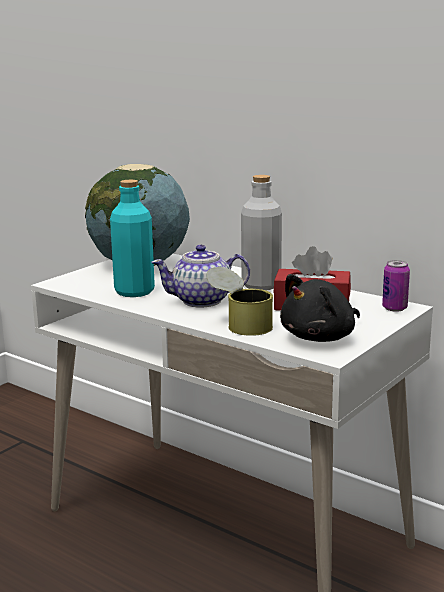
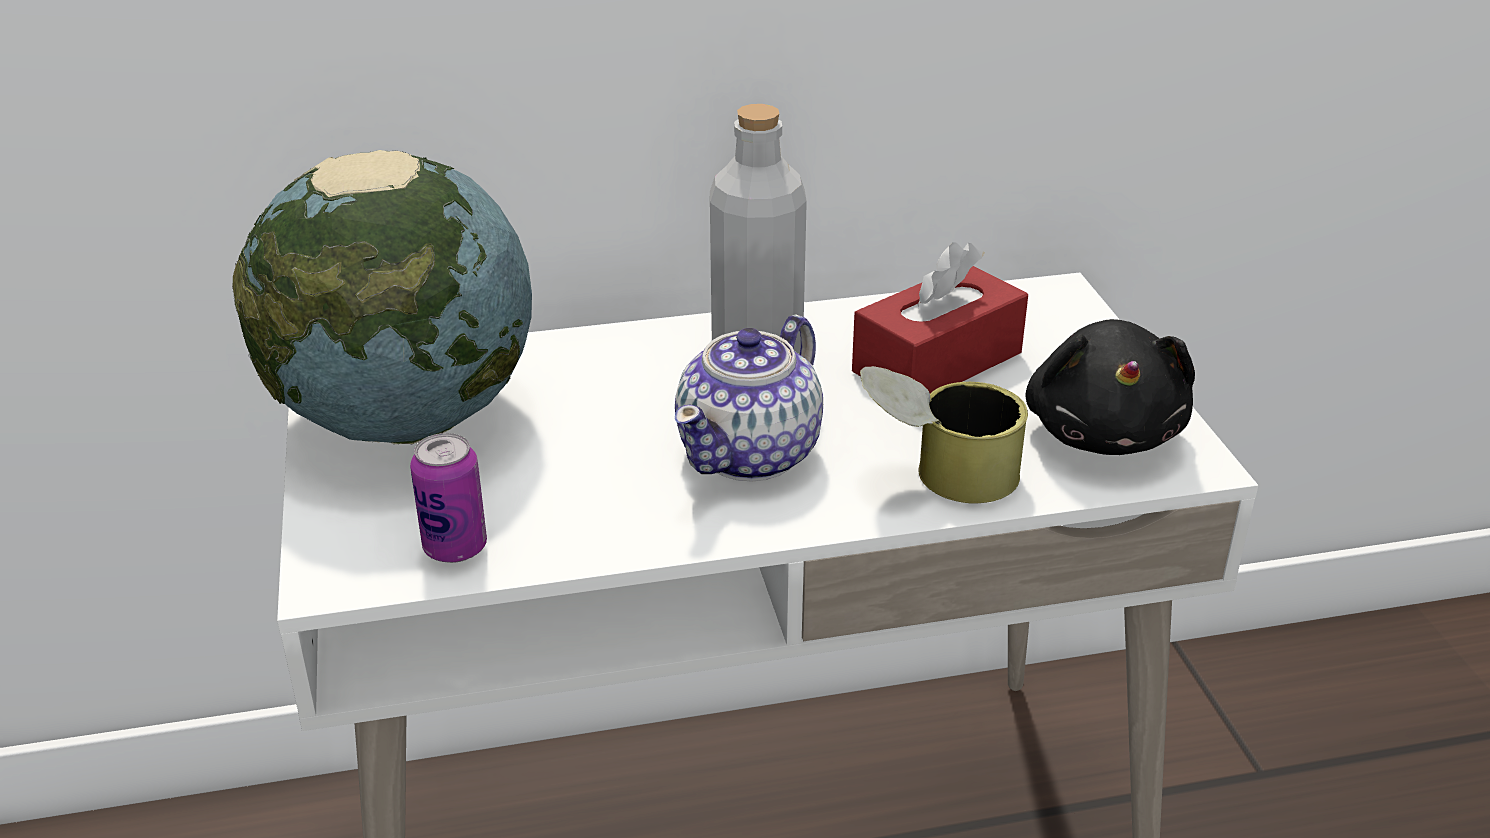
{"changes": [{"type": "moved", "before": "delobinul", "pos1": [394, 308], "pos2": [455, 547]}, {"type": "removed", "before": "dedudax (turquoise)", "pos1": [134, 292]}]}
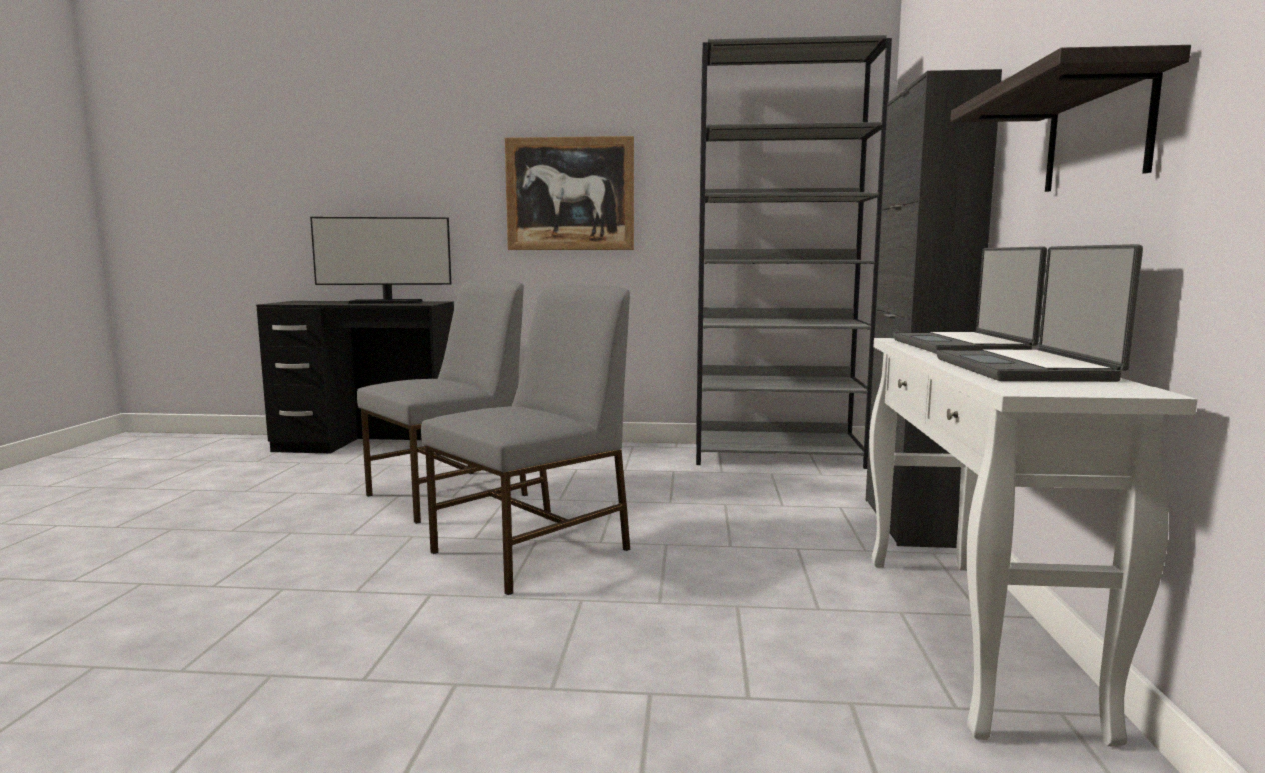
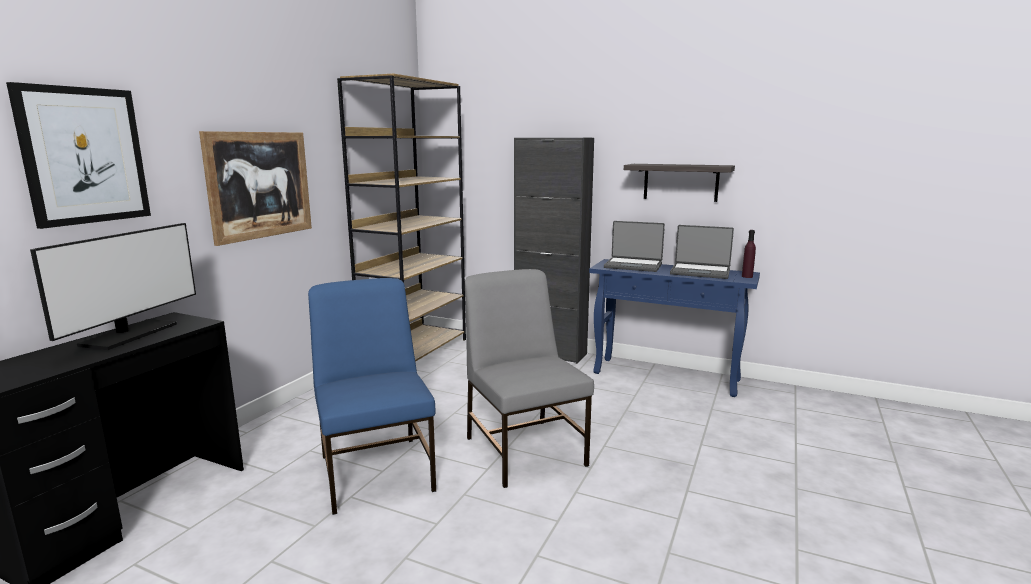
{"changes": [{"type": "added", "after": "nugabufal", "pos2": [84, 156]}, {"type": "recoloured", "before": "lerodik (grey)", "after": "lerodik (blue)", "pos1": [450, 495], "pos2": [377, 471]}, {"type": "recoloured", "before": "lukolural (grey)", "after": "lukolural (brown)", "pos1": [778, 455], "pos2": [415, 351]}, {"type": "recoloured", "before": "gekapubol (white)", "after": "gekapubol (blue)", "pos1": [971, 636], "pos2": [667, 376]}, {"type": "added", "after": "dedudax (purple)", "pos2": [747, 276]}]}
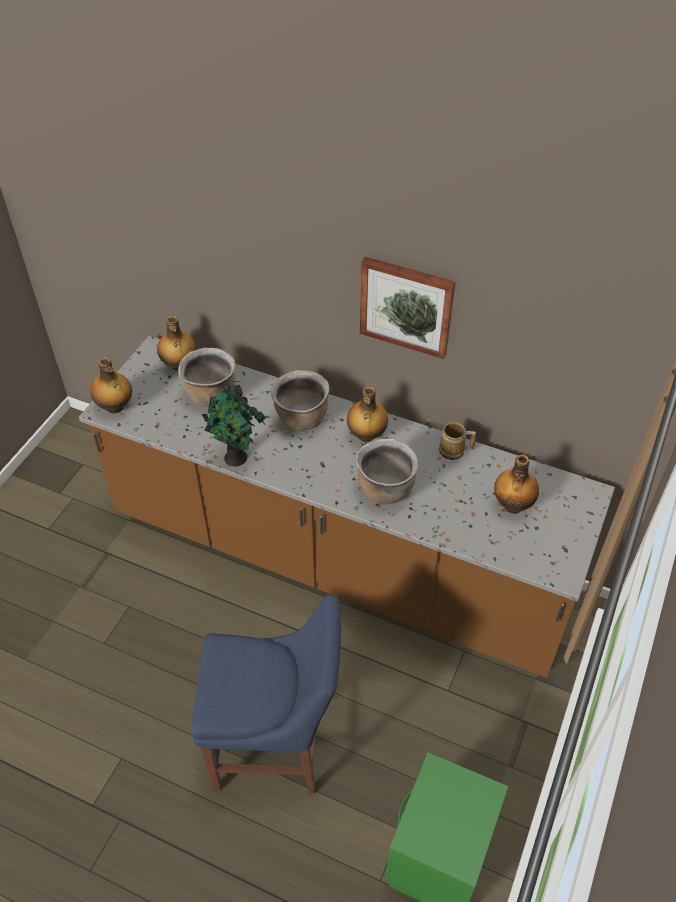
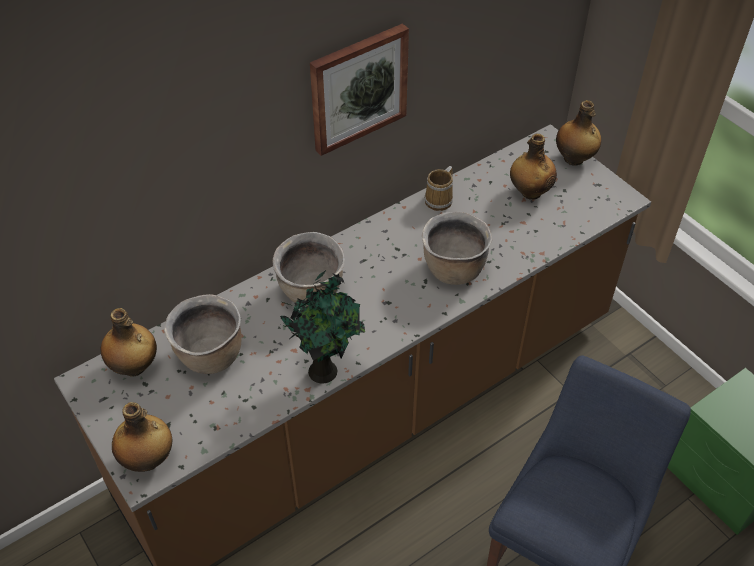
{"changes": [{"type": "moved", "before": "dedudax", "pos1": [366, 435], "pos2": [574, 159]}]}
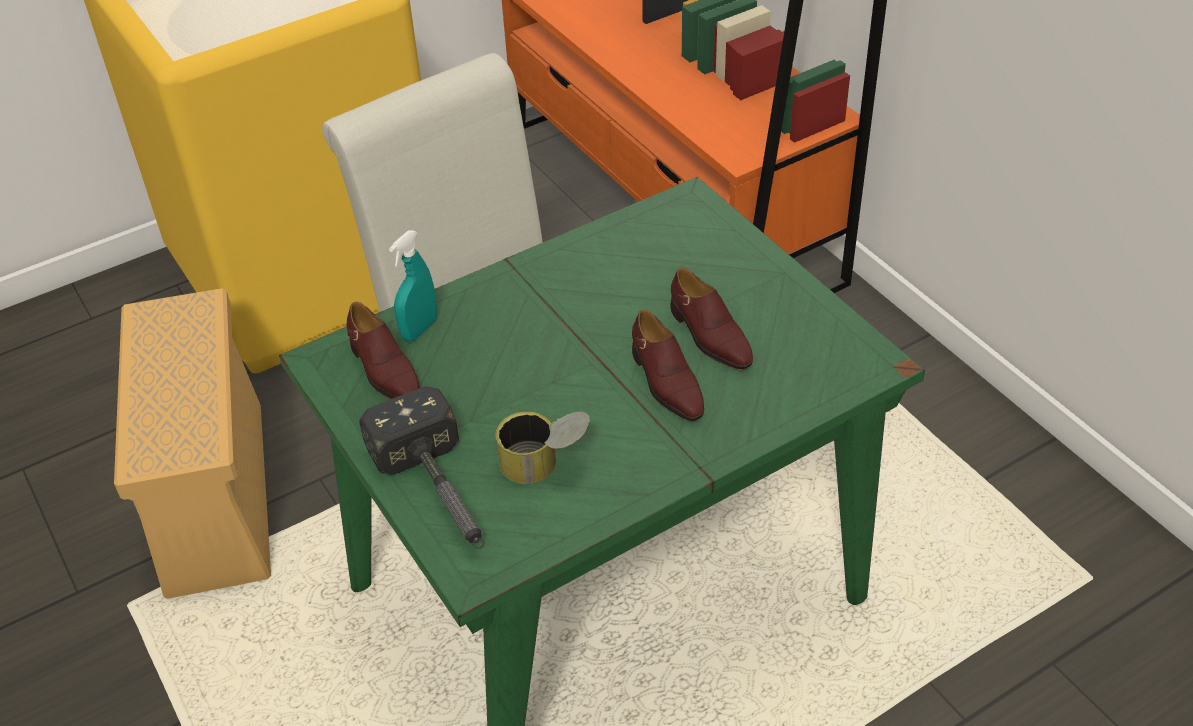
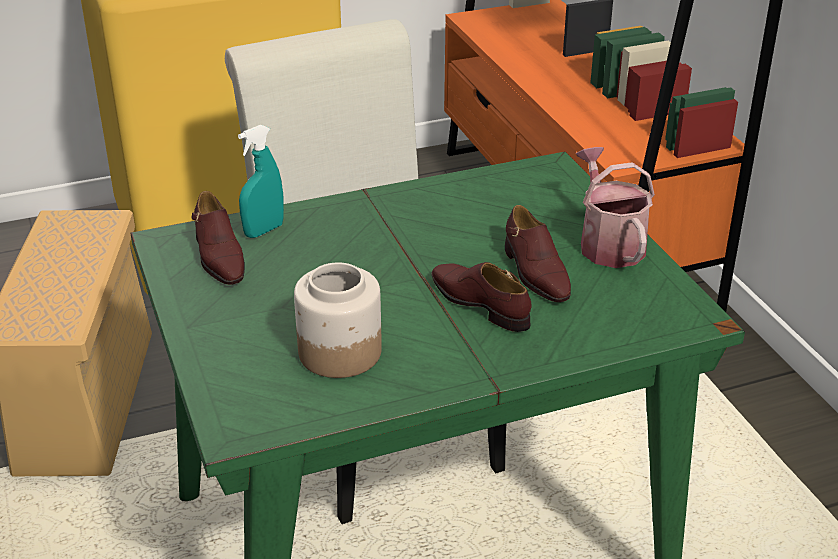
{"changes": [{"type": "replaced", "before": "delobinul", "after": "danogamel", "pos1": [545, 465], "pos2": [338, 352]}, {"type": "turned", "before": "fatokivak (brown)", "pos1": [666, 382], "pos2": [480, 303], "turn": 150}, {"type": "added", "after": "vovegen", "pos2": [608, 243]}, {"type": "removed", "before": "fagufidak", "pos1": [441, 495]}]}
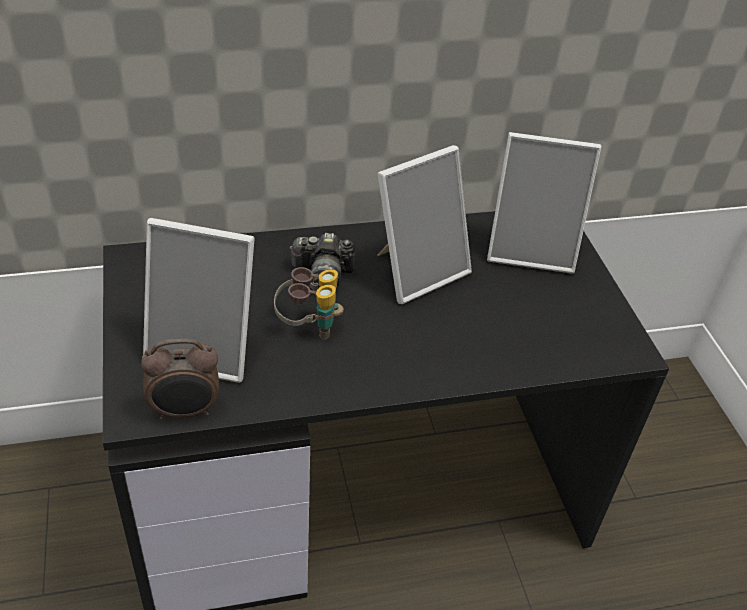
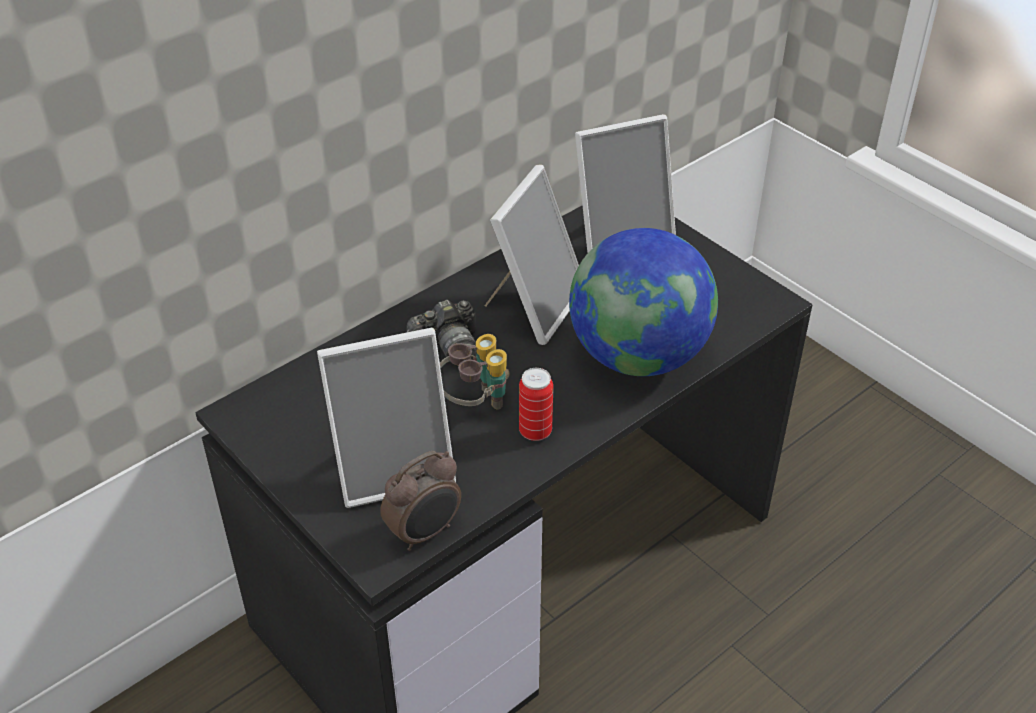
{"changes": [{"type": "added", "after": "delobinul", "pos2": [535, 431]}, {"type": "added", "after": "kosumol", "pos2": [638, 356]}]}
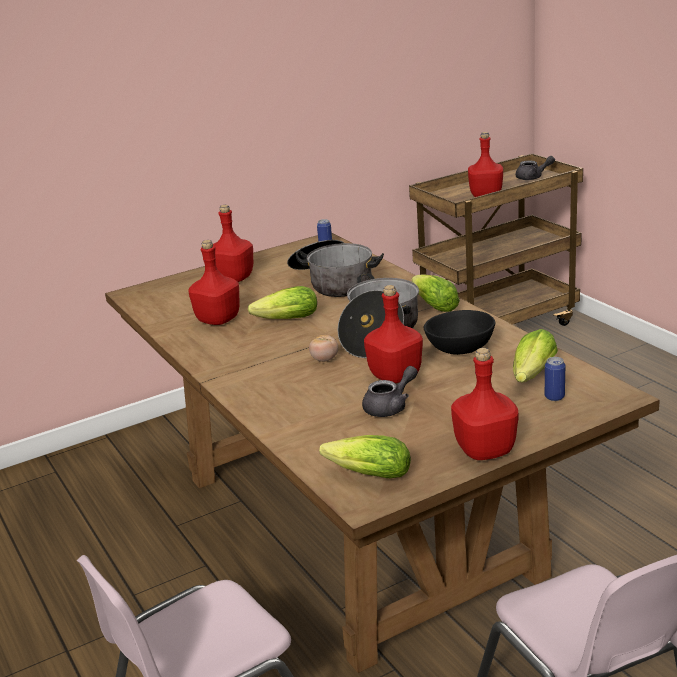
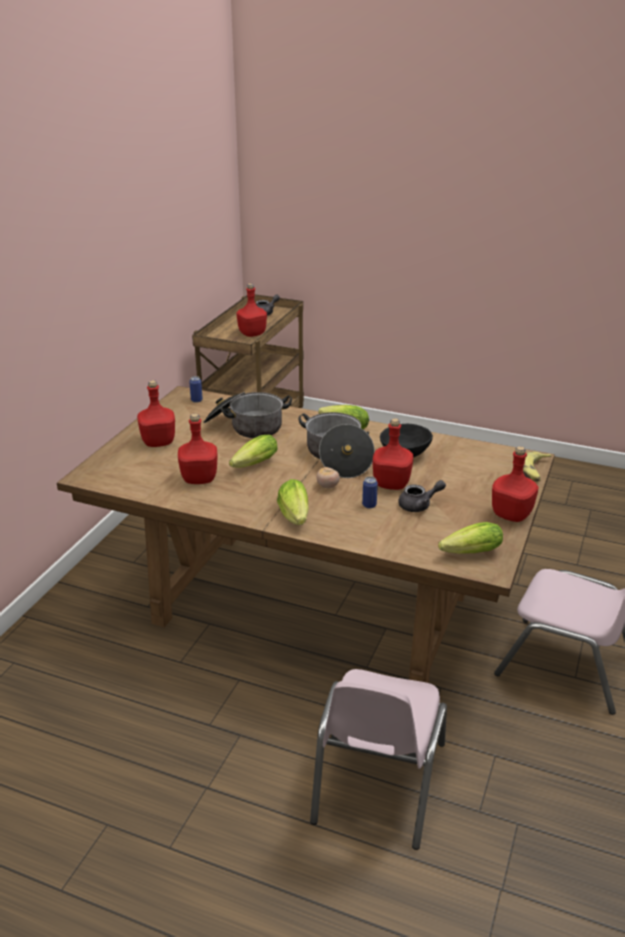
{"changes": [{"type": "moved", "before": "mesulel", "pos1": [531, 376], "pos2": [295, 517]}, {"type": "moved", "before": "delobinul", "pos1": [554, 397], "pos2": [369, 505]}, {"type": "turned", "before": "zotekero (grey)", "pos1": [390, 407], "pos2": [419, 505], "turn": 60}, {"type": "added", "after": "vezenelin", "pos2": [534, 471]}]}
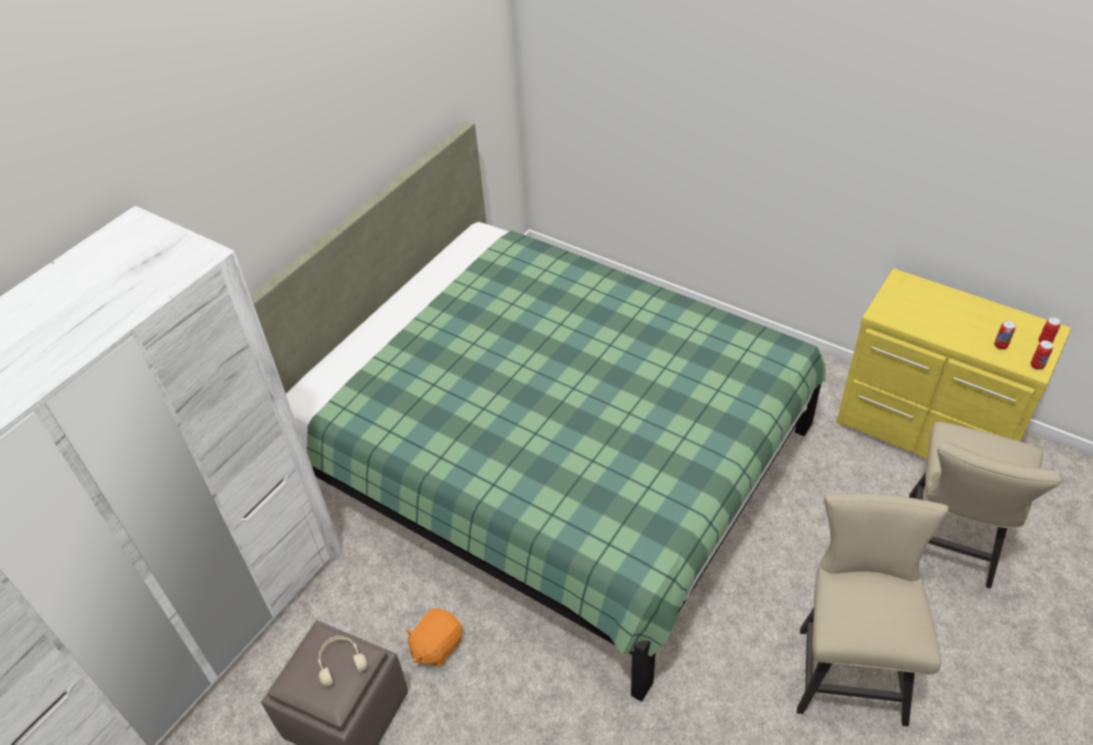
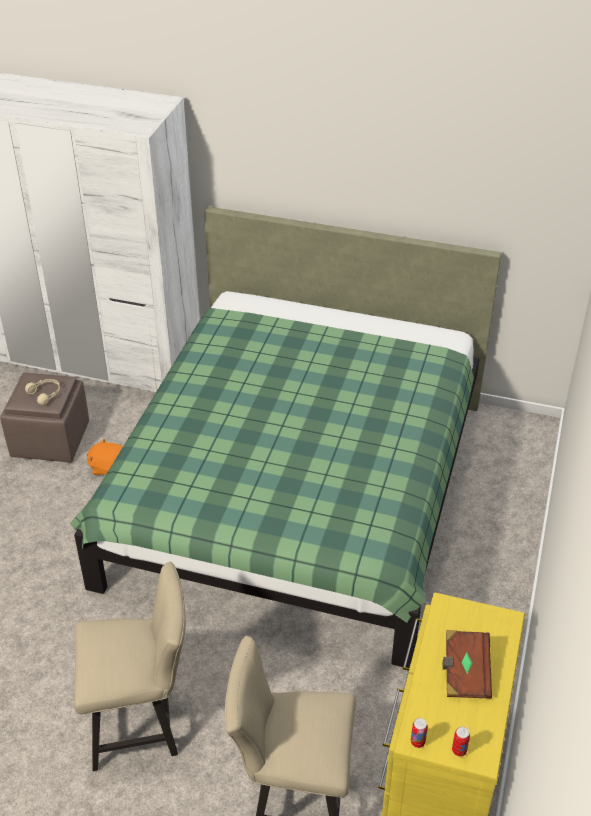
{"changes": [{"type": "added", "after": "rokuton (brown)", "pos2": [465, 673]}, {"type": "removed", "before": "delobinul", "pos1": [1000, 346]}]}
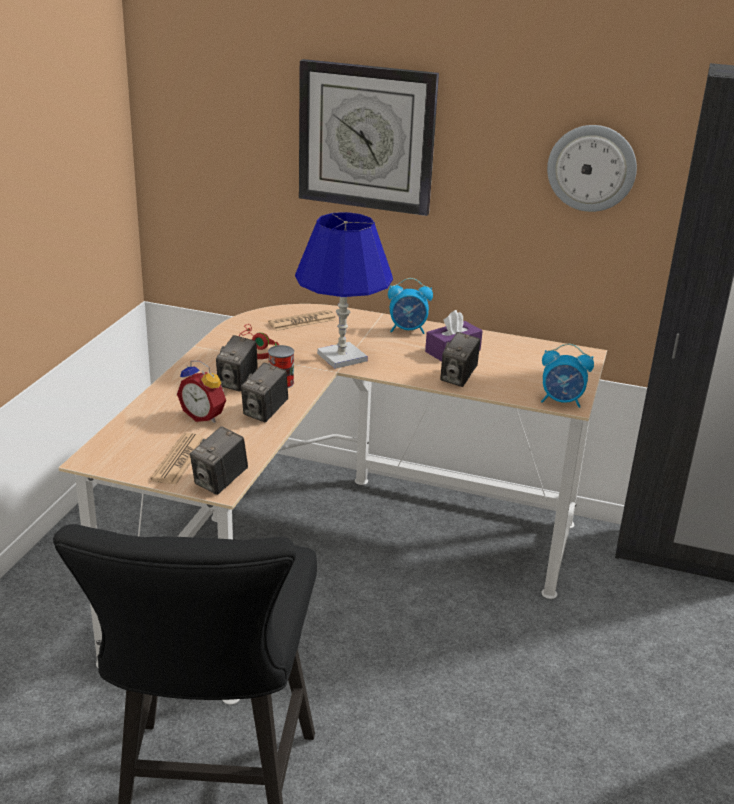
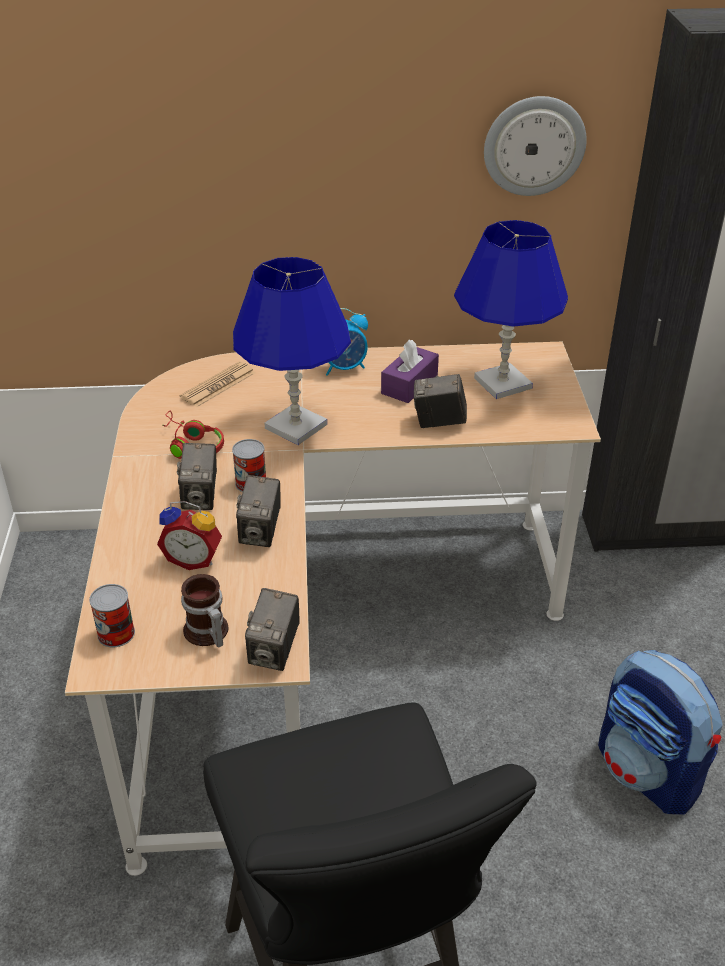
{"changes": [{"type": "added", "after": "delobinul", "pos2": [116, 633]}, {"type": "replaced", "before": "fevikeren", "after": "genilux", "pos1": [179, 460], "pos2": [206, 633]}, {"type": "turned", "before": "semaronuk", "pos1": [458, 378], "pos2": [439, 422], "turn": 90}, {"type": "added", "after": "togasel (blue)", "pos2": [502, 383]}, {"type": "added", "after": "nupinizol", "pos2": [649, 772]}, {"type": "removed", "before": "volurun", "pos1": [366, 137]}, {"type": "removed", "before": "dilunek", "pos1": [562, 401]}]}
